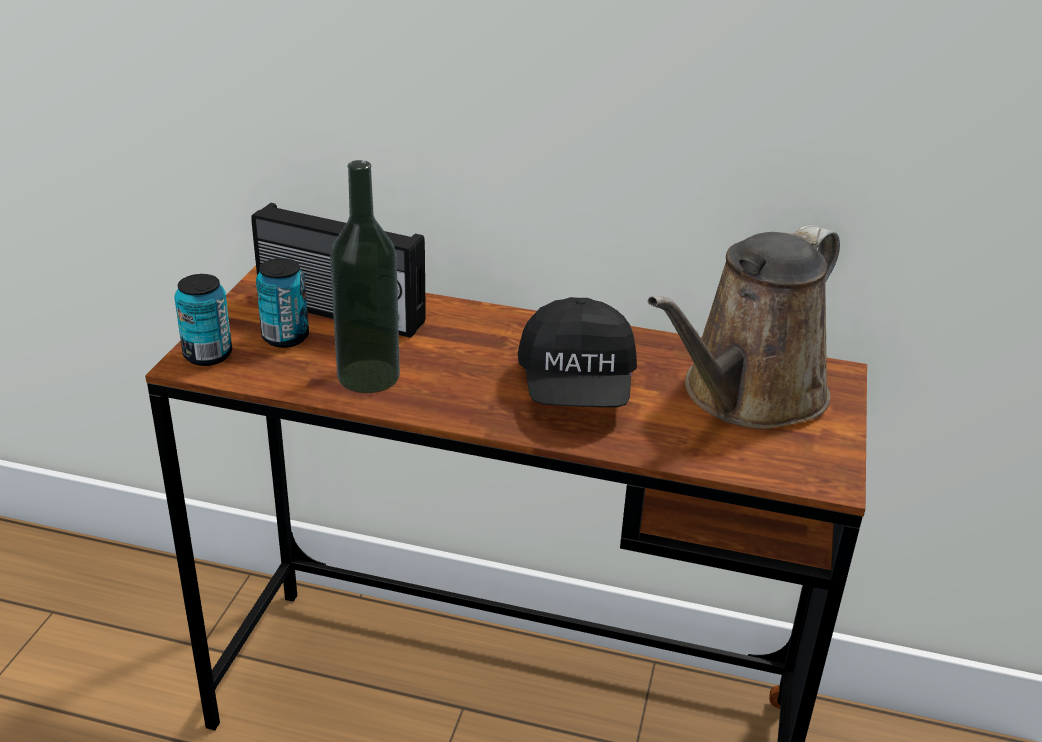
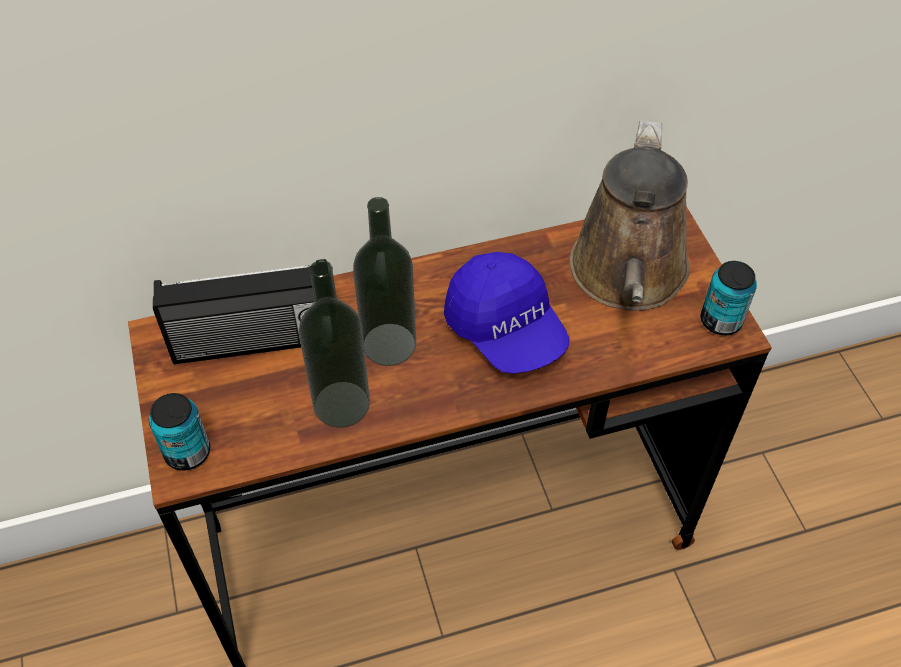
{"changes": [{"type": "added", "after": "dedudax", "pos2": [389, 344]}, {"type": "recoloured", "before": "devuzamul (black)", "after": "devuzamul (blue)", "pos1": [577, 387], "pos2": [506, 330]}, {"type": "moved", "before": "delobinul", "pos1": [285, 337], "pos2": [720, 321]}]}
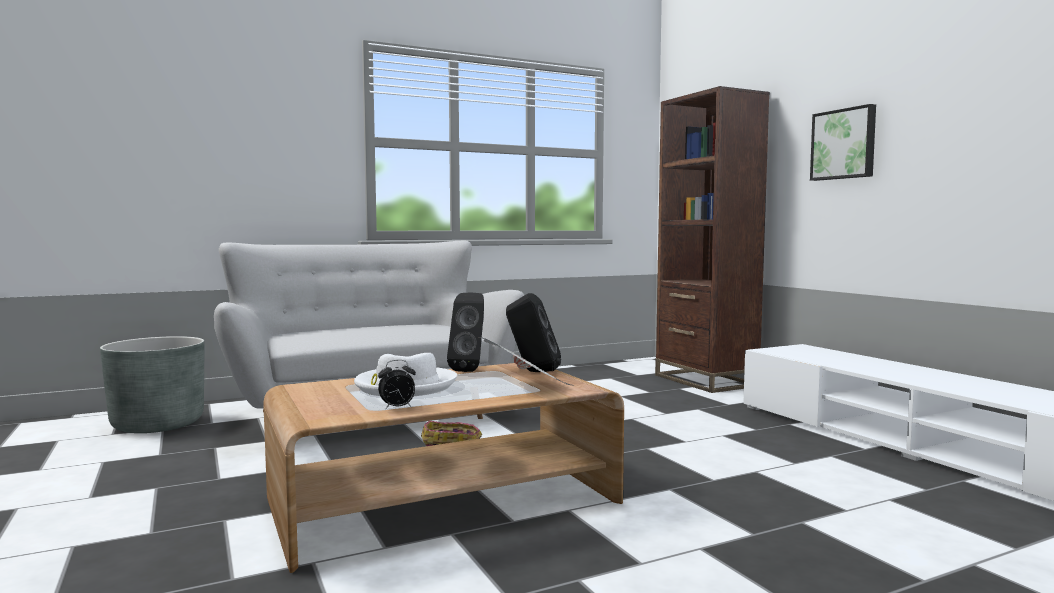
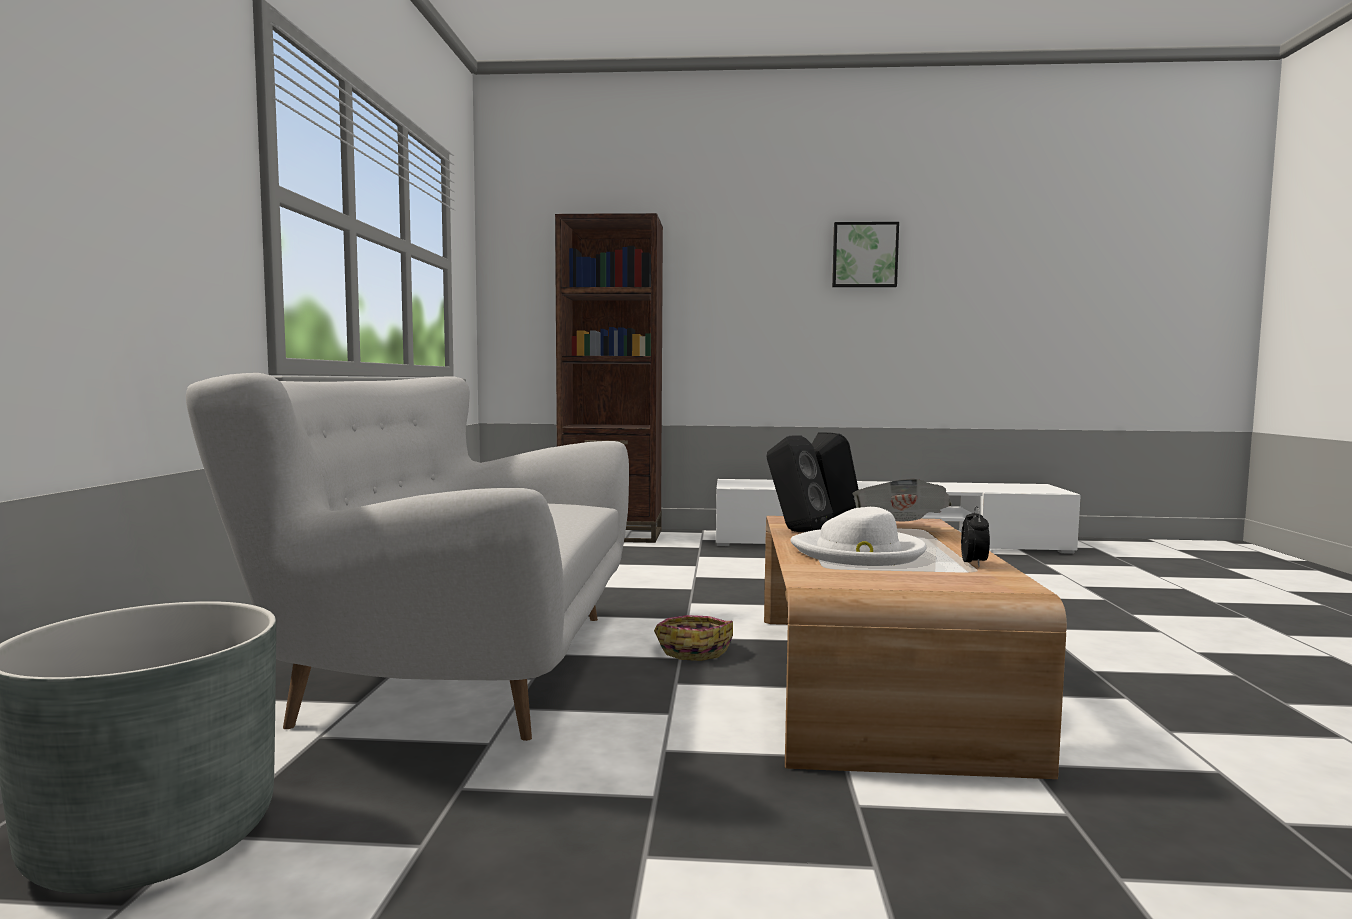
{"changes": [{"type": "moved", "before": "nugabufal", "pos1": [844, 144], "pos2": [864, 255]}]}
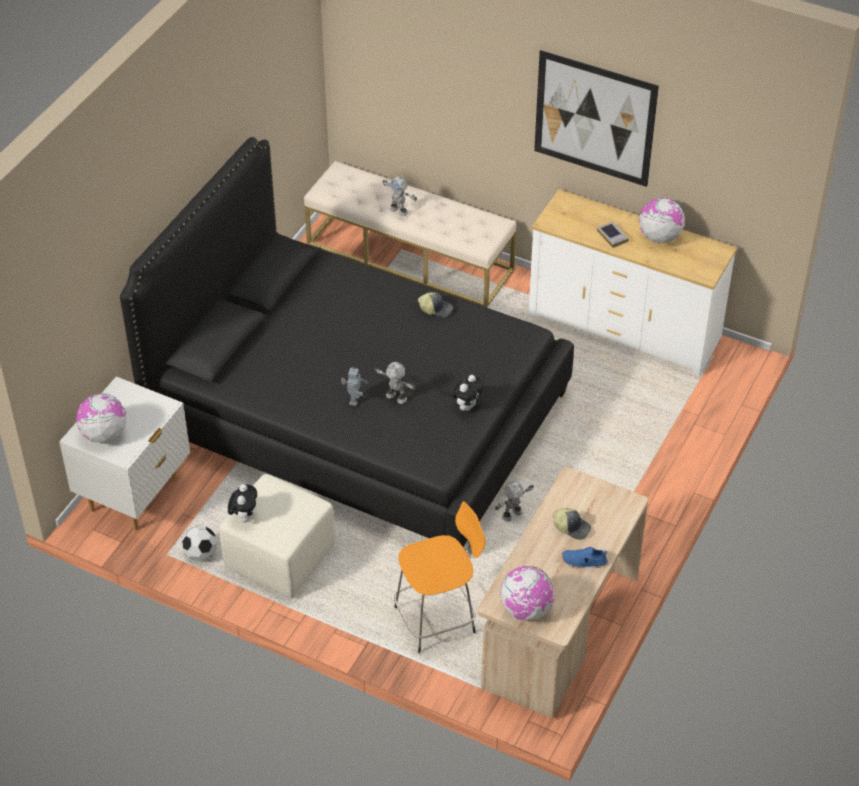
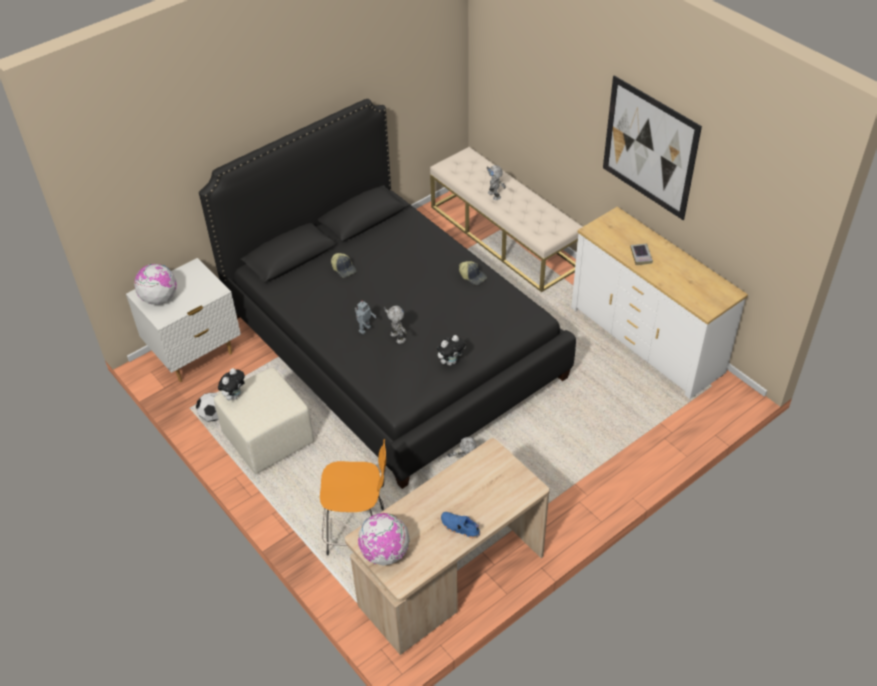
{"changes": [{"type": "moved", "before": "devuzamul", "pos1": [572, 527], "pos2": [344, 269]}, {"type": "removed", "before": "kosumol", "pos1": [659, 237]}]}
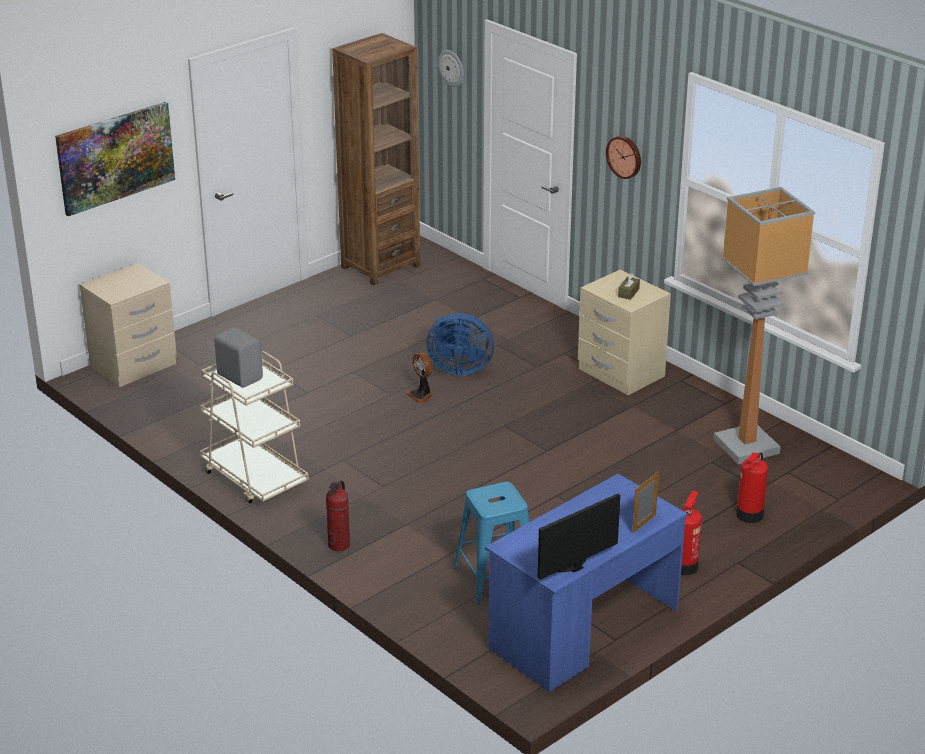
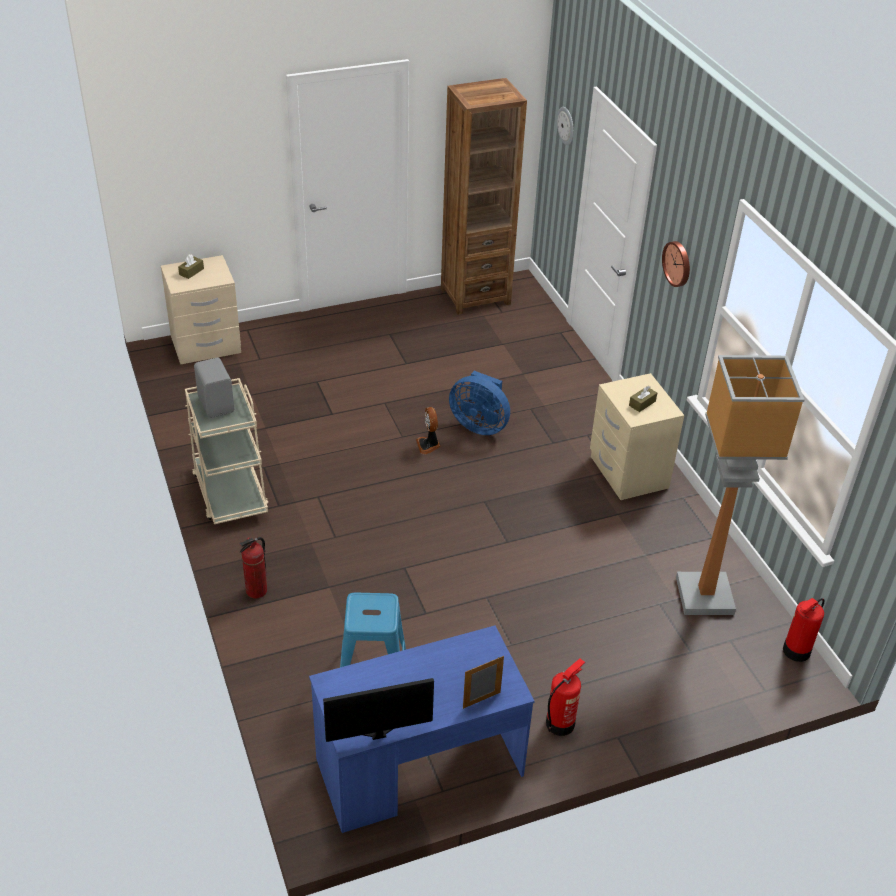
{"changes": [{"type": "added", "after": "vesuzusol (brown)", "pos2": [191, 272]}, {"type": "moved", "before": "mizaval", "pos1": [749, 515], "pos2": [796, 651]}, {"type": "removed", "before": "nugabufal", "pos1": [115, 157]}]}
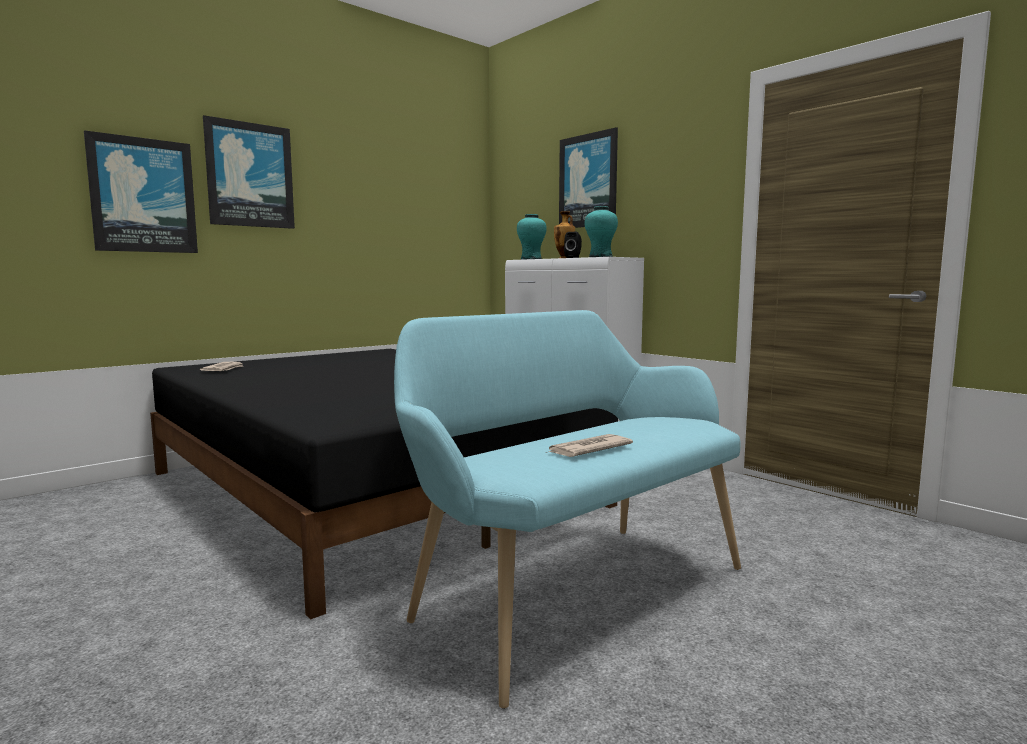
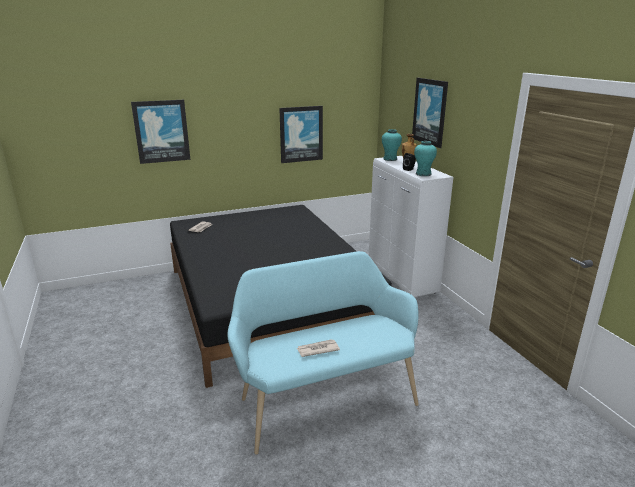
{"changes": [{"type": "moved", "before": "nugabufal", "pos1": [250, 175], "pos2": [301, 134]}]}
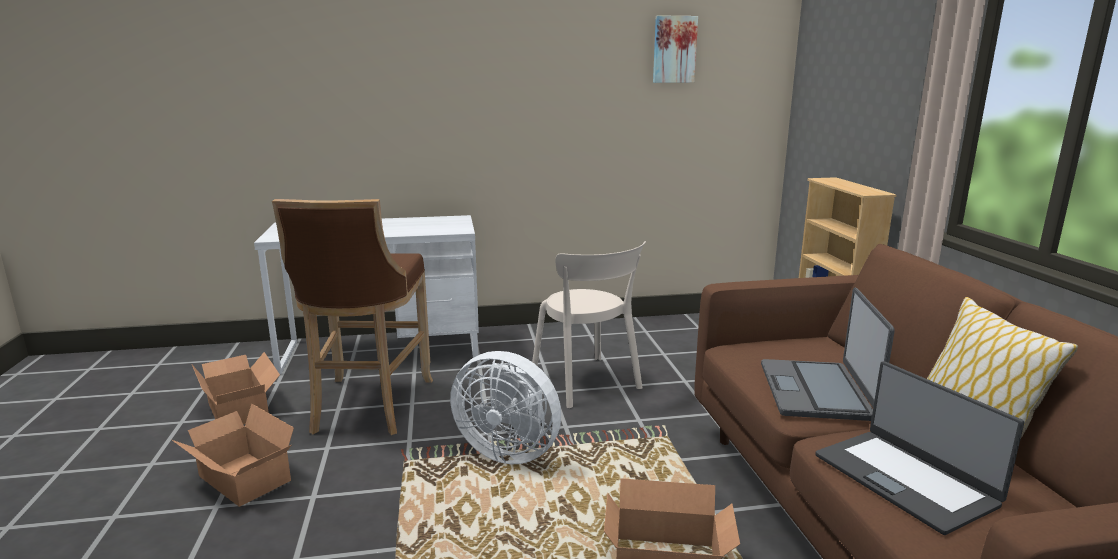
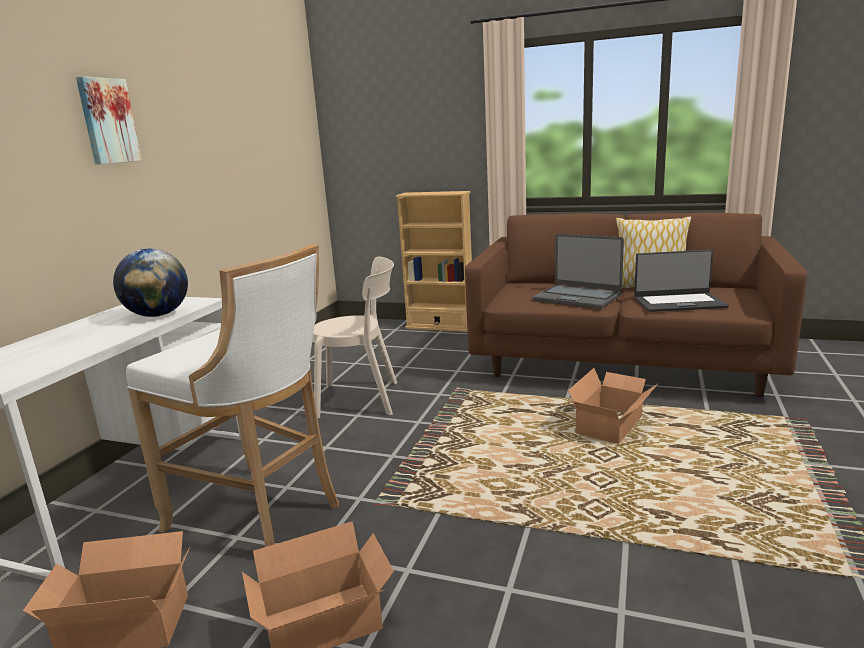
{"changes": [{"type": "moved", "before": "nugabufal", "pos1": [674, 49], "pos2": [107, 121]}, {"type": "added", "after": "kosumol", "pos2": [158, 315]}, {"type": "recoloured", "before": "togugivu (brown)", "after": "togugivu (white)", "pos1": [368, 407], "pos2": [260, 515]}, {"type": "removed", "before": "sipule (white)", "pos1": [509, 450]}]}
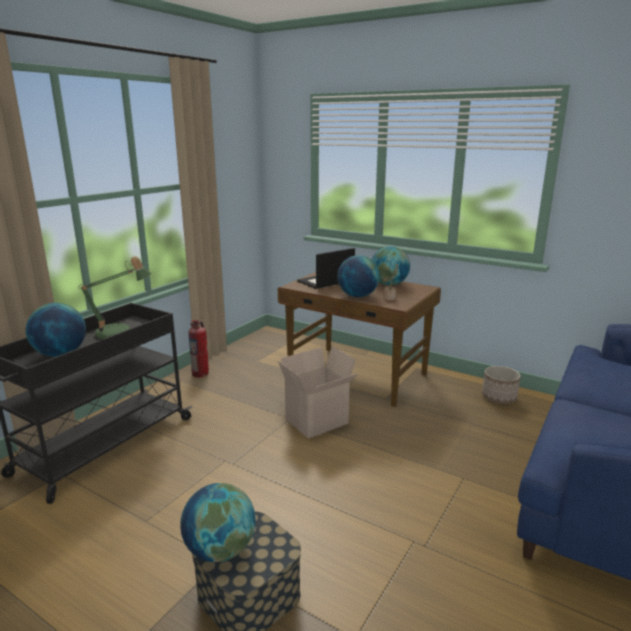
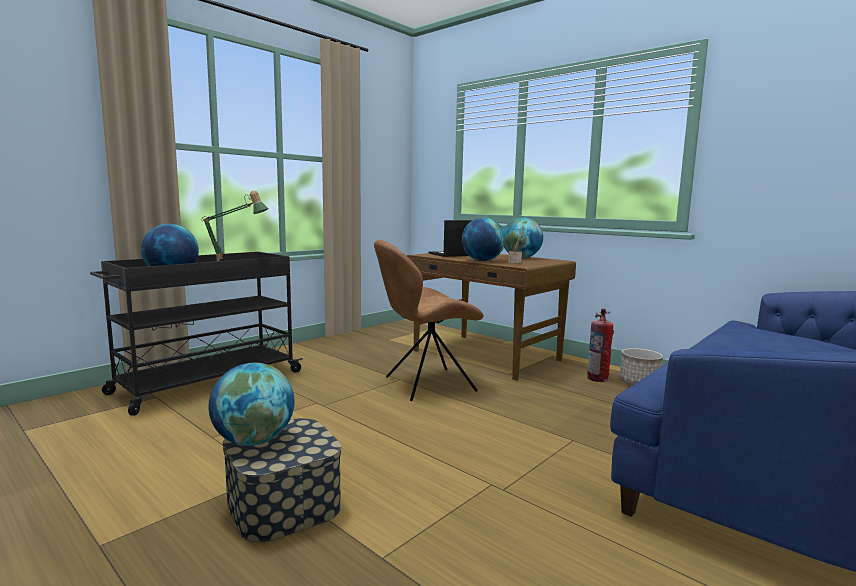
{"changes": [{"type": "replaced", "before": "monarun", "after": "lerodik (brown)", "pos1": [317, 422], "pos2": [426, 384]}, {"type": "moved", "before": "mizaval", "pos1": [201, 373], "pos2": [598, 378]}]}
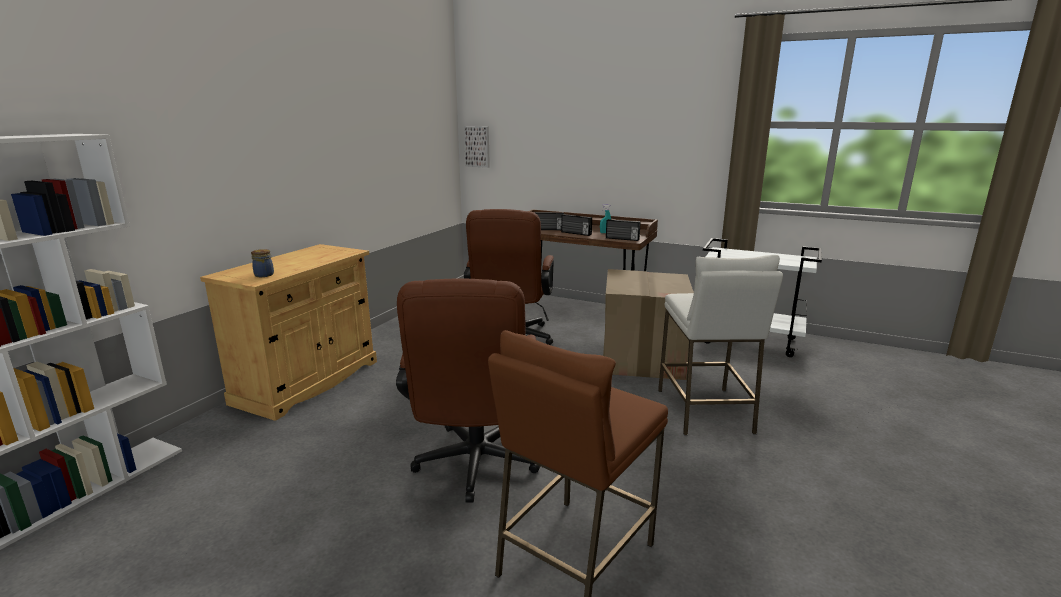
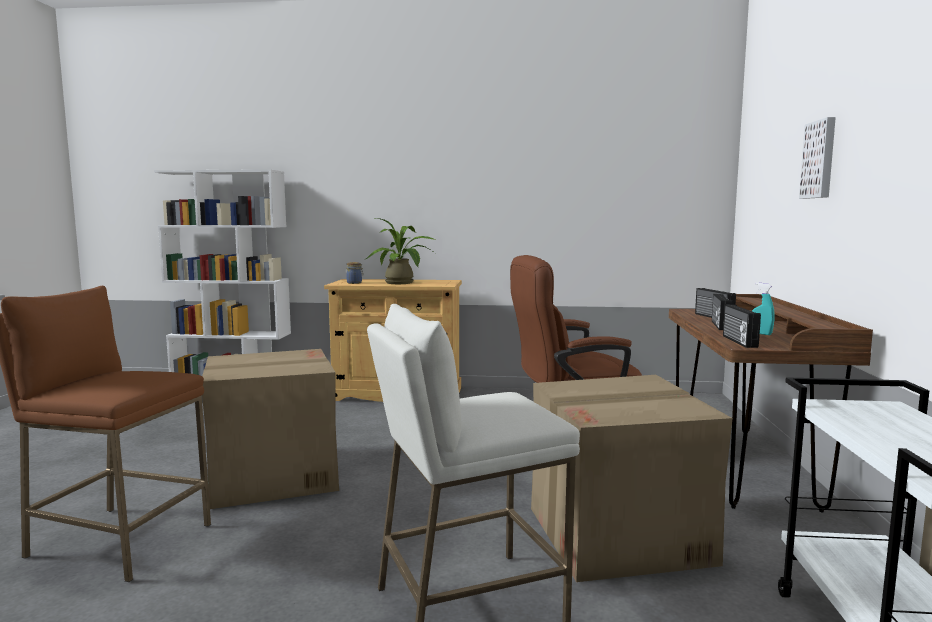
{"changes": [{"type": "replaced", "before": "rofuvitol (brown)", "after": "monarun", "pos1": [475, 467], "pos2": [272, 475]}, {"type": "added", "after": "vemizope", "pos2": [402, 283]}, {"type": "moved", "before": "nugabufal", "pos1": [477, 146], "pos2": [820, 159]}]}
